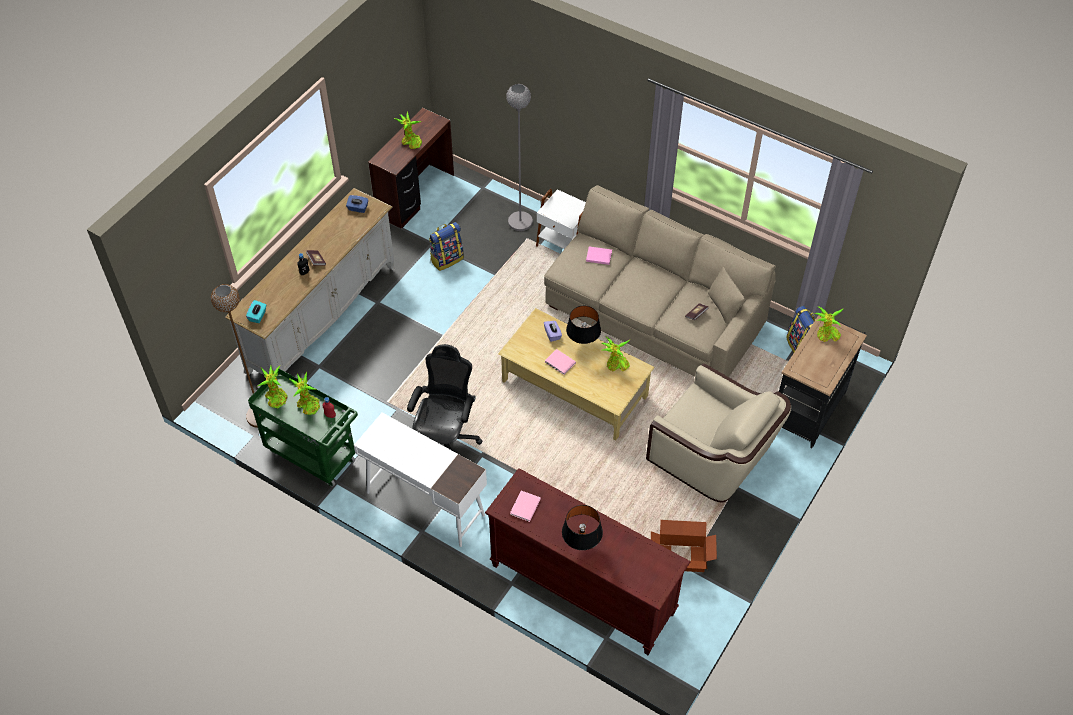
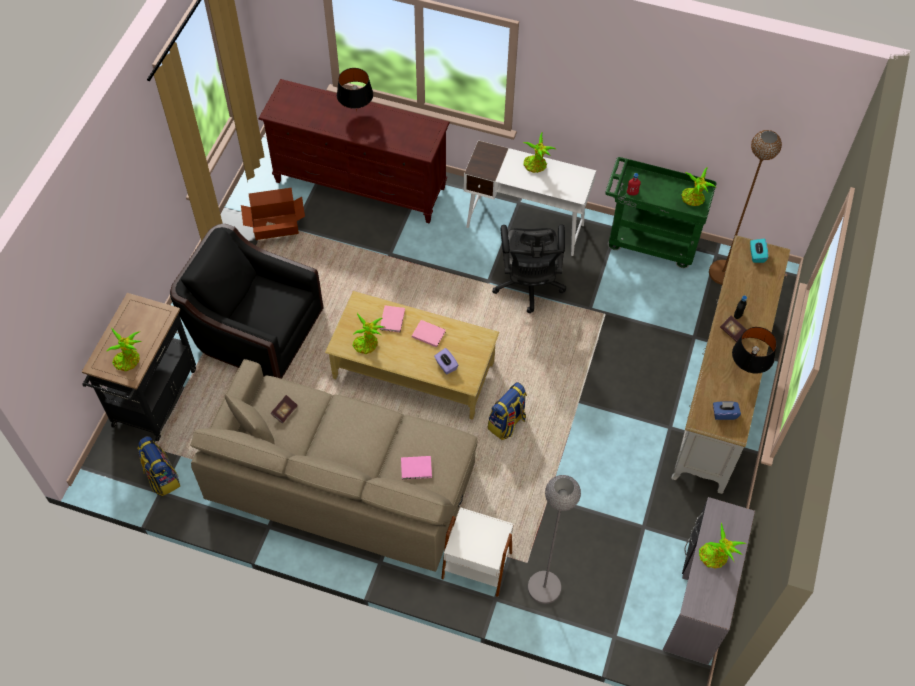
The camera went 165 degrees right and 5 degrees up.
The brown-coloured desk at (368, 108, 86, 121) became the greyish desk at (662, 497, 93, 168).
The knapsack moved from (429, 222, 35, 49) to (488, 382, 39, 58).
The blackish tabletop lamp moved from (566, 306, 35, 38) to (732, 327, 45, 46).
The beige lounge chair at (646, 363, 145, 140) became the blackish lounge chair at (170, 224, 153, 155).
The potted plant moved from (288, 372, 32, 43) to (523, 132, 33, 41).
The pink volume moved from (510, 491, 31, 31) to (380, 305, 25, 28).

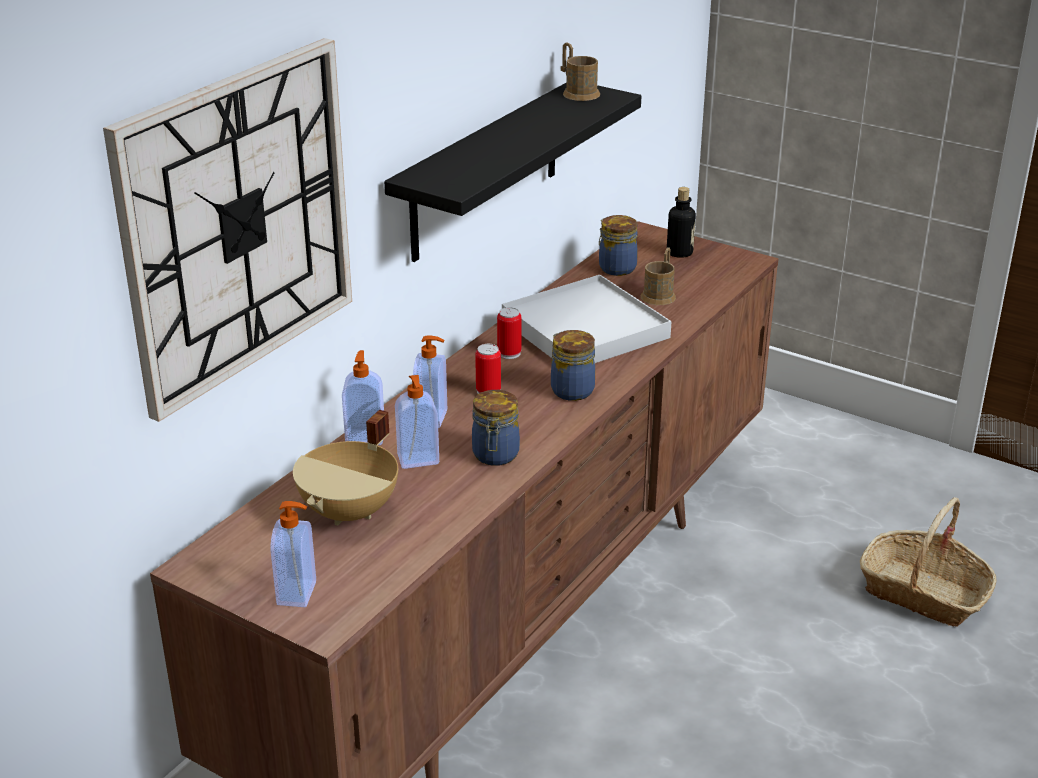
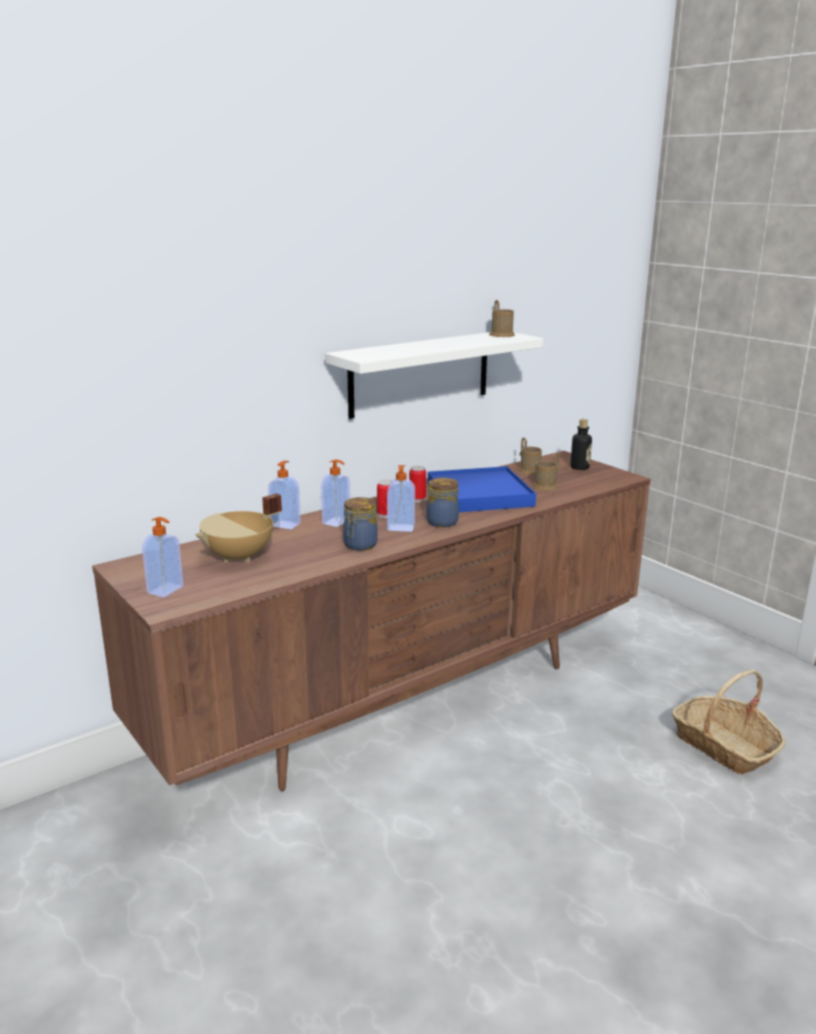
The camera went 20 degrees right and 10 degrees down.
The clock on the wall at (103, 38, 249, 384) disappeared.
The blackish bracket shelf at (384, 83, 257, 179) became the white-coloured bracket shelf at (325, 332, 218, 87).
The jar at (599, 215, 39, 61) was replaced by the brown-coloured tea mug at (518, 437, 24, 38).
The white-coloured tray at (502, 275, 170, 88) became the bluish tray at (428, 466, 108, 46).
The liquid soap bottle moved from (395, 375, 44, 94) to (387, 465, 28, 67).

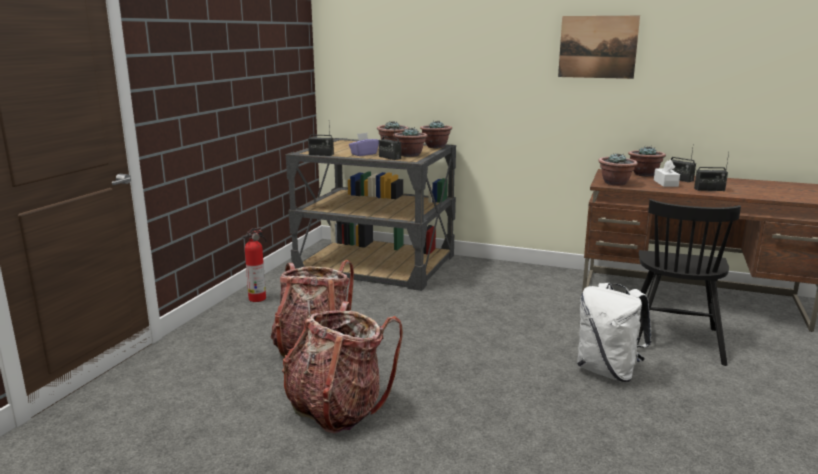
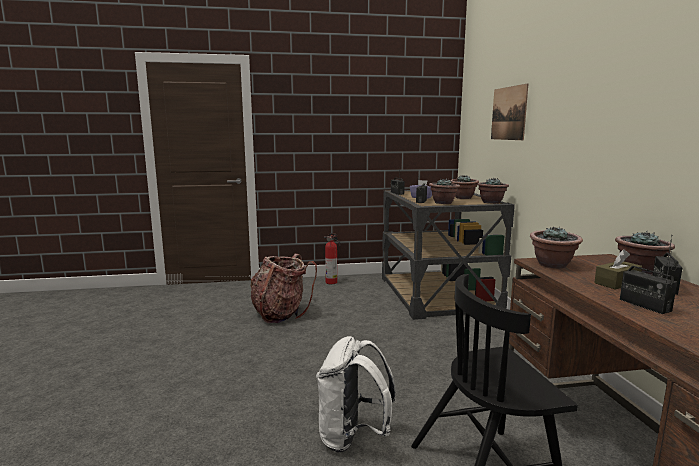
The camera went 60 degrees right and 5 degrees down.
The wall picture moved from (558, 16, 82, 63) to (491, 83, 38, 57).
The white-coloured tissue holder at (654, 160, 26, 27) became the brown-coloured tissue holder at (594, 249, 48, 41).
The knapsack at (282, 301, 121, 133) disappeared.

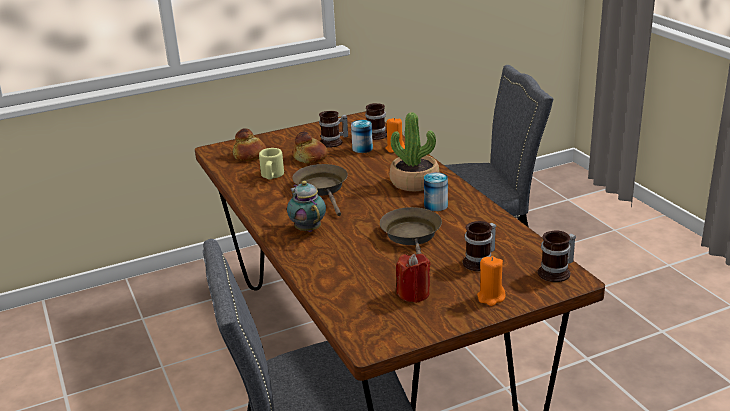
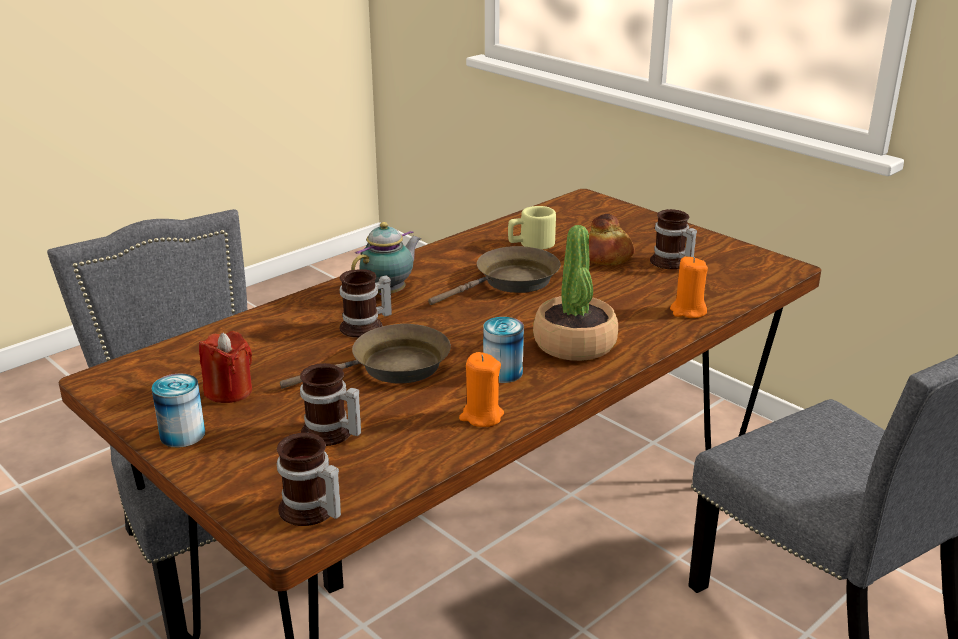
The camera went 70 degrees right and 0 degrees up.
The tea mug moved from (365, 103, 22, 37) to (339, 269, 53, 69).
The metal can moved from (351, 120, 22, 33) to (152, 374, 53, 74).
The bread at (233, 128, 33, 33) disappeared.
The orange wax candle moved from (477, 256, 29, 50) to (459, 352, 45, 75).

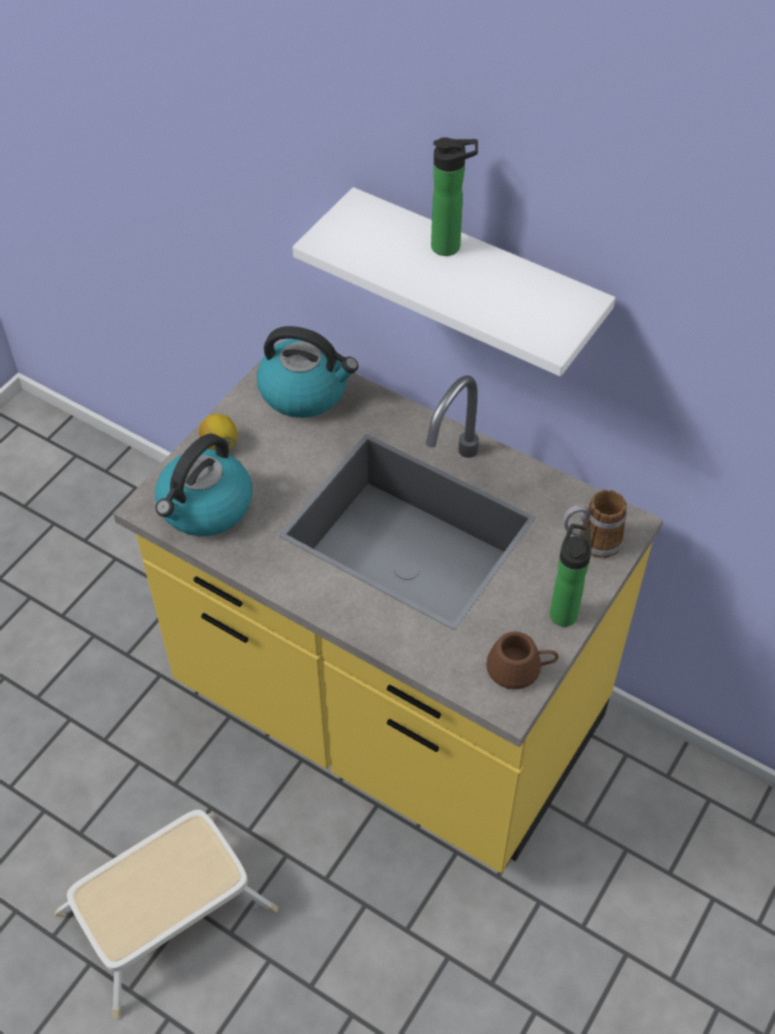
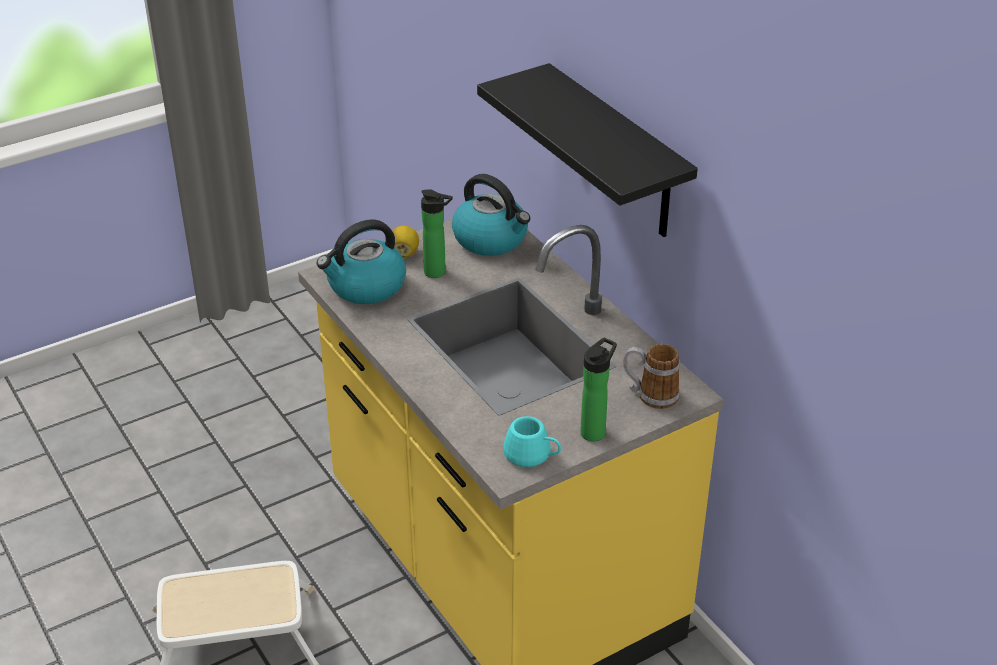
The camera went 25 degrees right and 15 degrees down.
The drink bottle moved from (431, 137, 47, 119) to (421, 189, 32, 89).
The white-coloured bracket shelf at (293, 187, 322, 190) became the blackish bracket shelf at (477, 63, 221, 174).
The brown-coloured tea mug at (486, 631, 72, 59) became the turquoise-coloured tea mug at (503, 416, 58, 51).

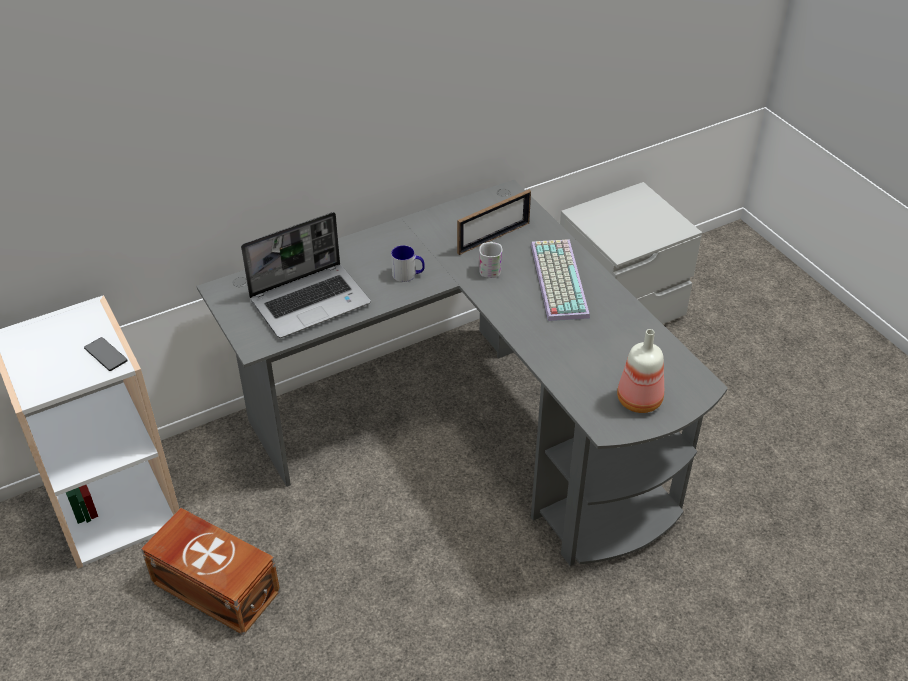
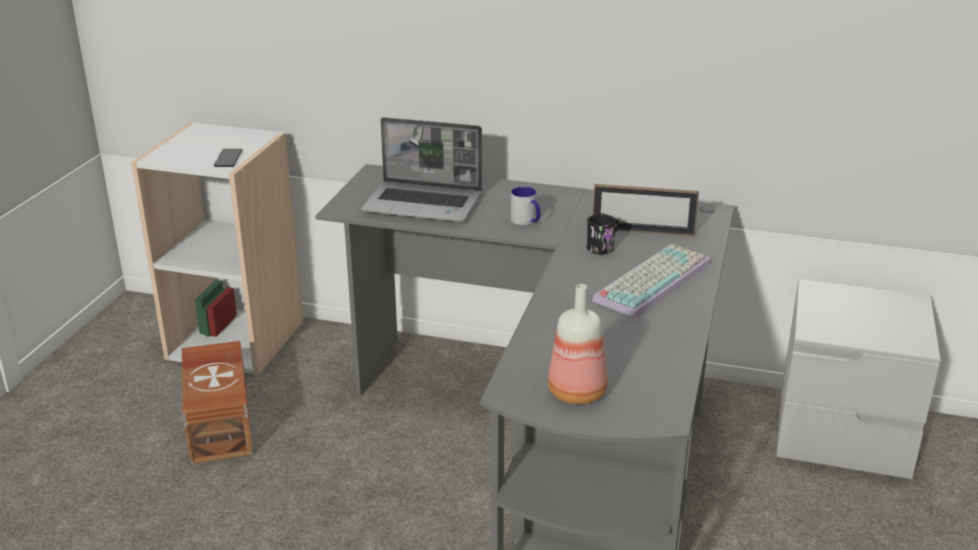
The camera went 45 degrees right and 15 degrees down.
The white-coloured tea mug at (479, 242, 23, 36) became the blackish tea mug at (587, 213, 32, 42).

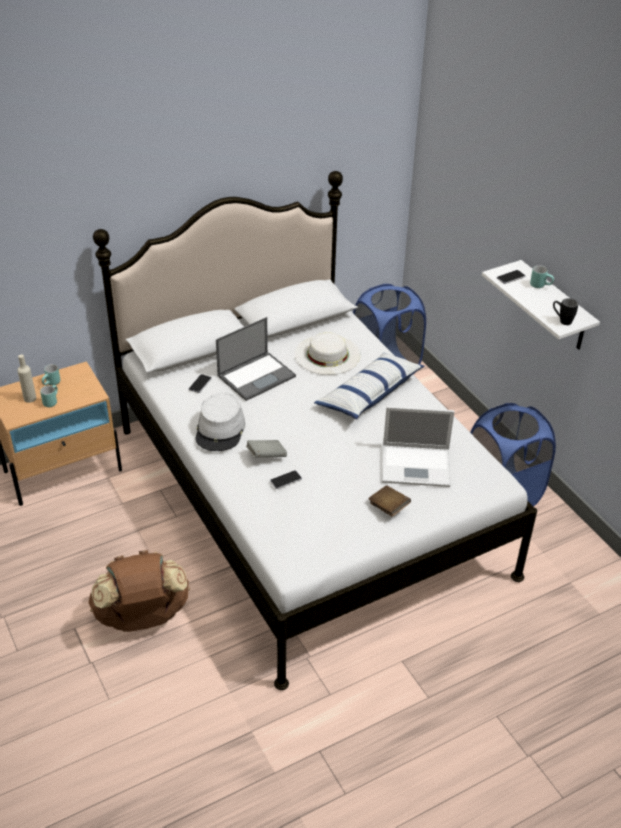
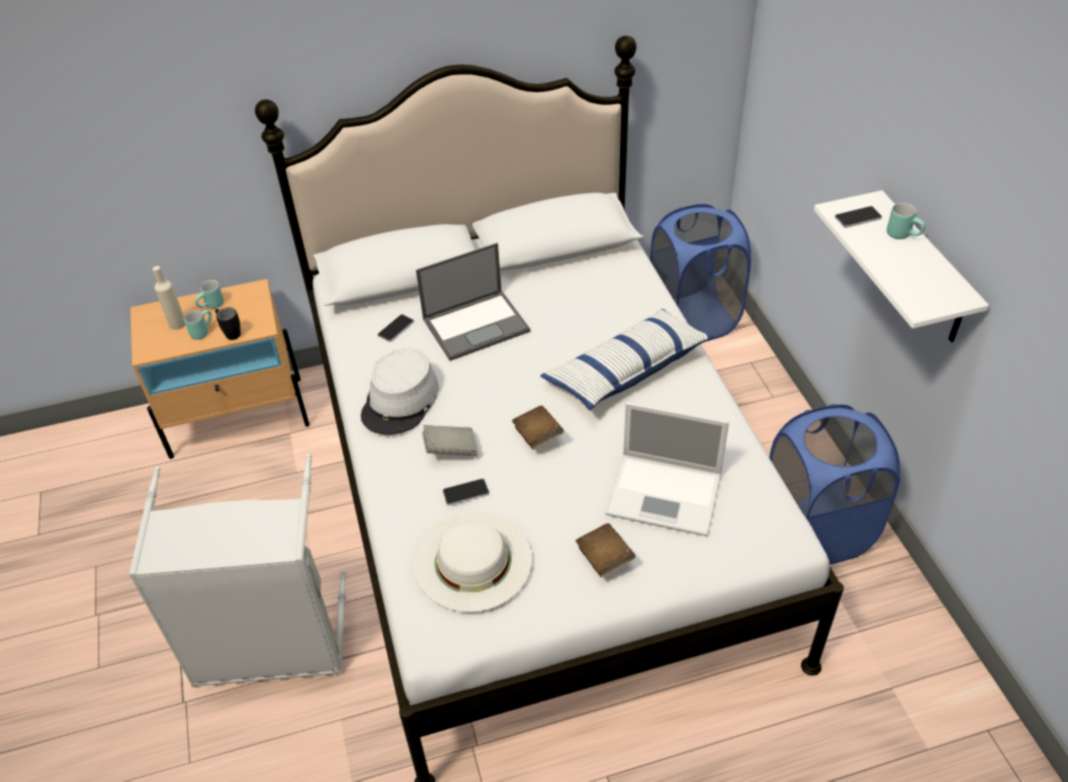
The camera went 15 degrees right and 5 degrees up.
The blackish tea mug moved from (553, 298, 25, 27) to (215, 307, 25, 33).
The white-coloured hat moved from (295, 332, 65, 43) to (414, 513, 118, 99).
The brown-coloured knapsack at (88, 550, 102, 82) was replaced by the greyish laundry basket at (129, 454, 217, 233).
The brown-coloured volume at (512, 406, 52, 43) appeared.

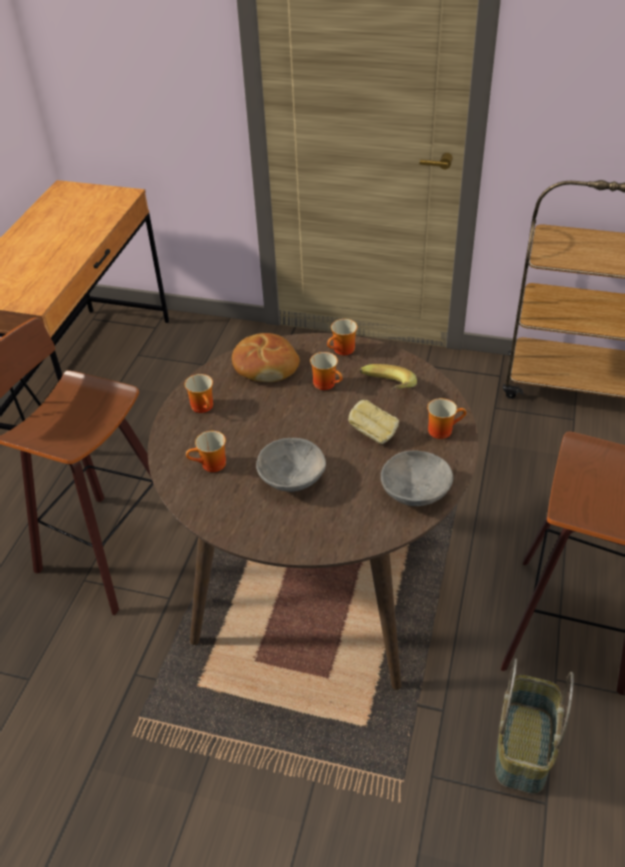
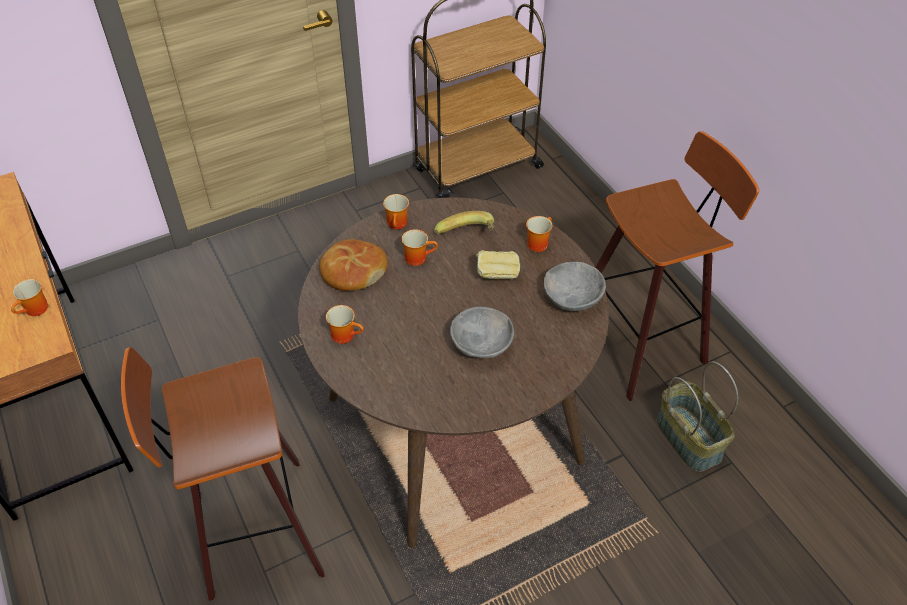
The camera went 45 degrees left and 5 degrees up.
The tea mug moved from (186, 431, 40, 41) to (11, 279, 37, 37).

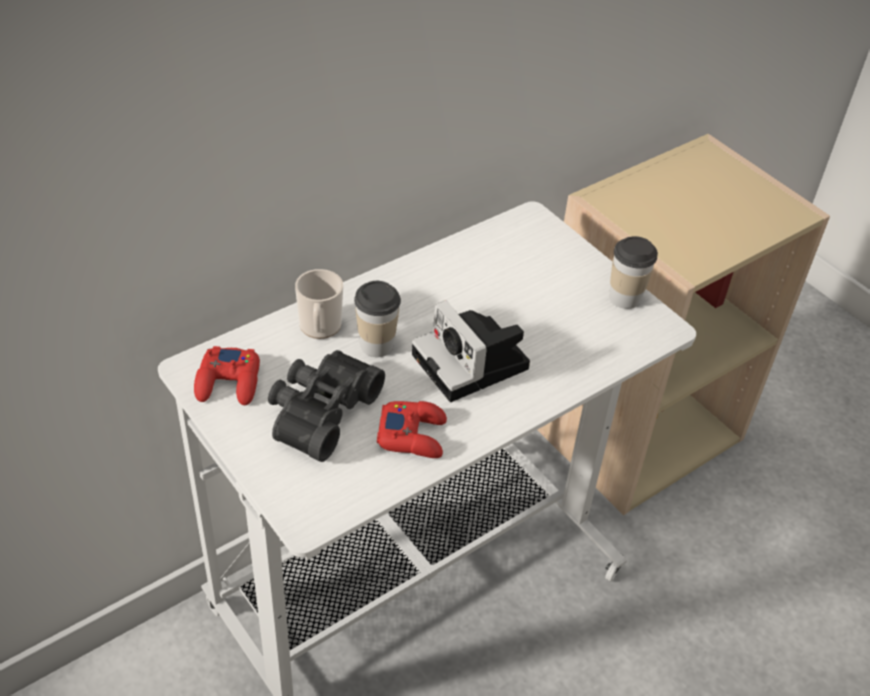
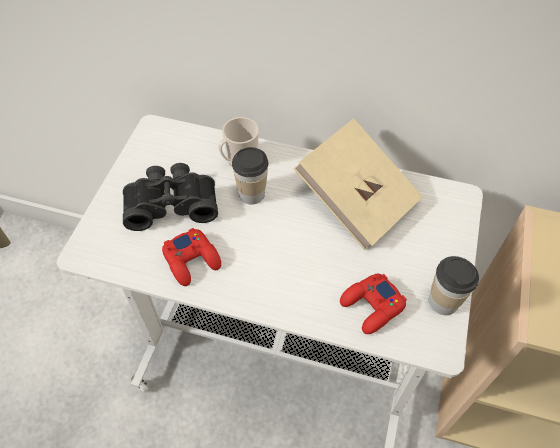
The camera went 55 degrees right and 10 degrees up.
The still camera at (412, 300, 118, 102) disappeared.
The reddish gamepad moved from (194, 346, 66, 59) to (340, 274, 67, 60).
The beige volume at (294, 119, 129, 131) appeared.

